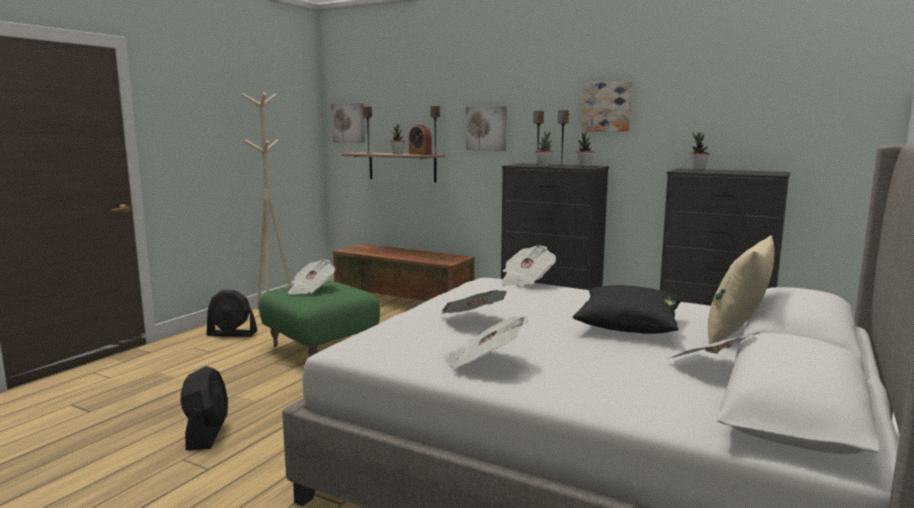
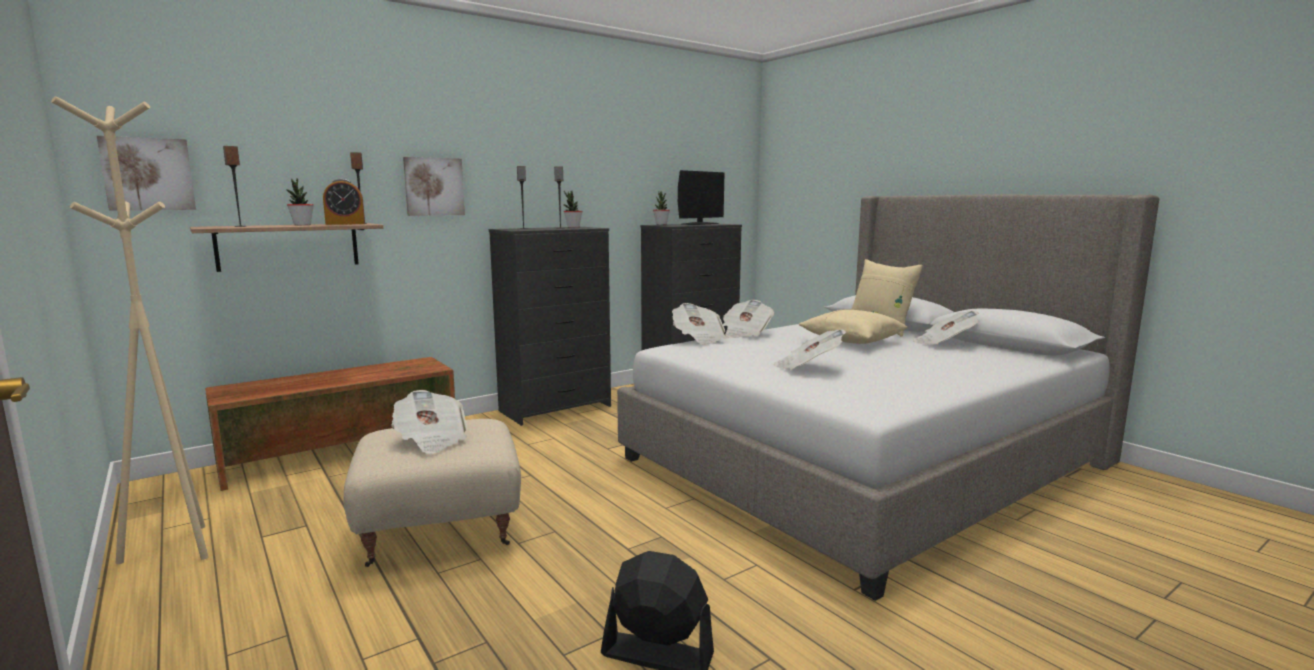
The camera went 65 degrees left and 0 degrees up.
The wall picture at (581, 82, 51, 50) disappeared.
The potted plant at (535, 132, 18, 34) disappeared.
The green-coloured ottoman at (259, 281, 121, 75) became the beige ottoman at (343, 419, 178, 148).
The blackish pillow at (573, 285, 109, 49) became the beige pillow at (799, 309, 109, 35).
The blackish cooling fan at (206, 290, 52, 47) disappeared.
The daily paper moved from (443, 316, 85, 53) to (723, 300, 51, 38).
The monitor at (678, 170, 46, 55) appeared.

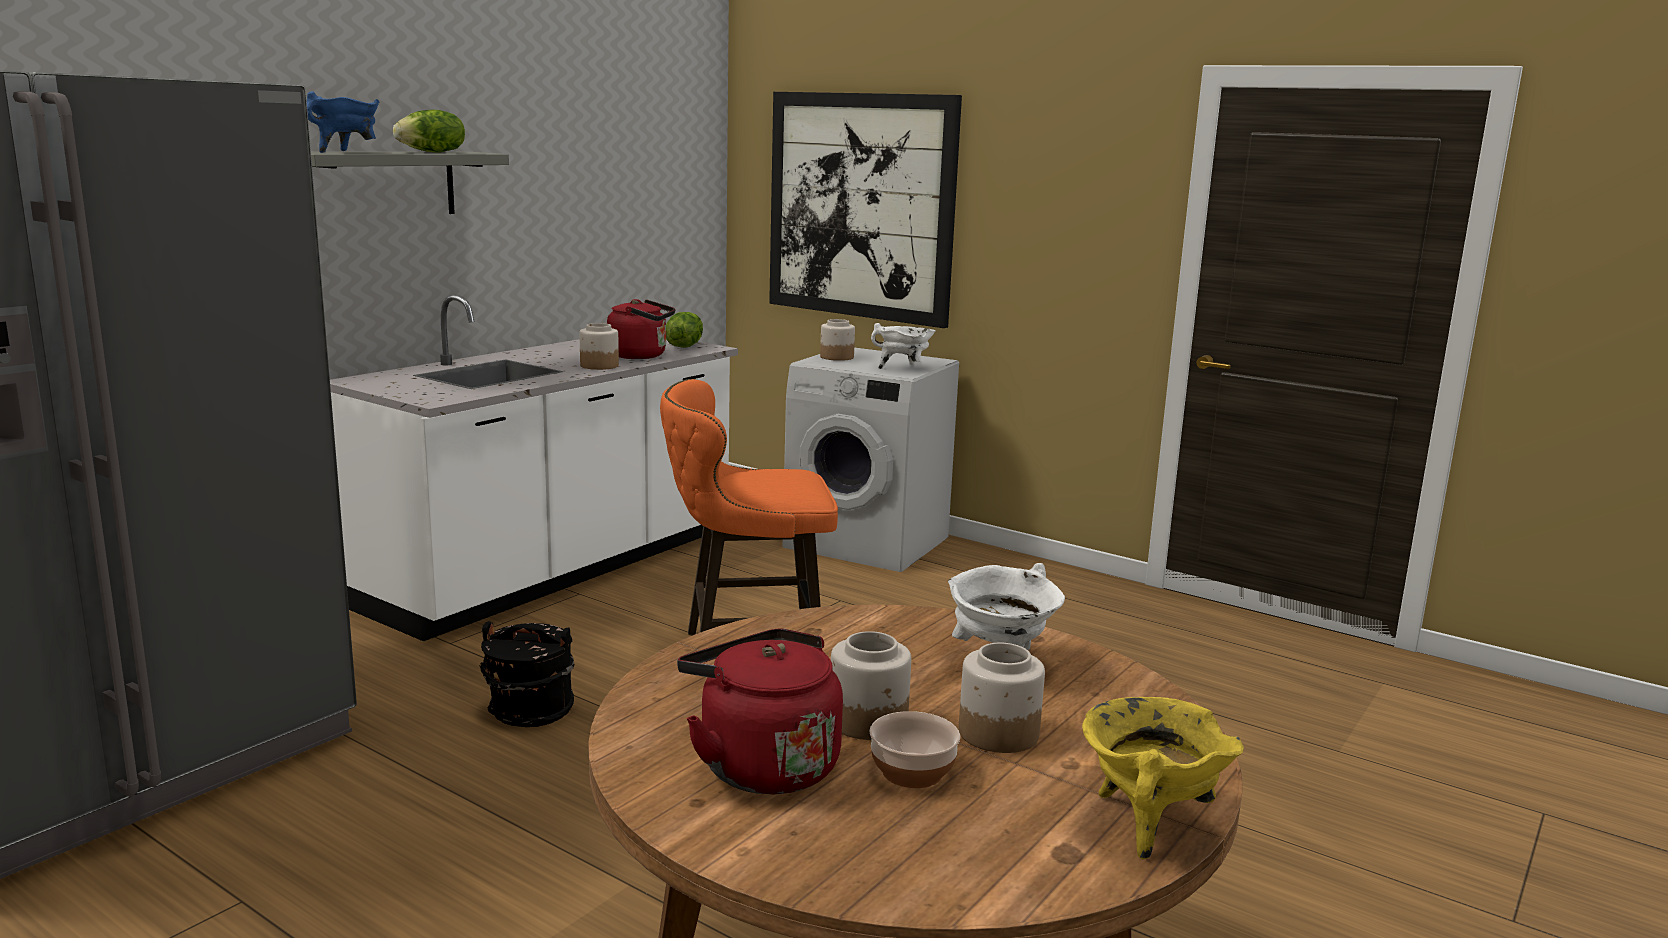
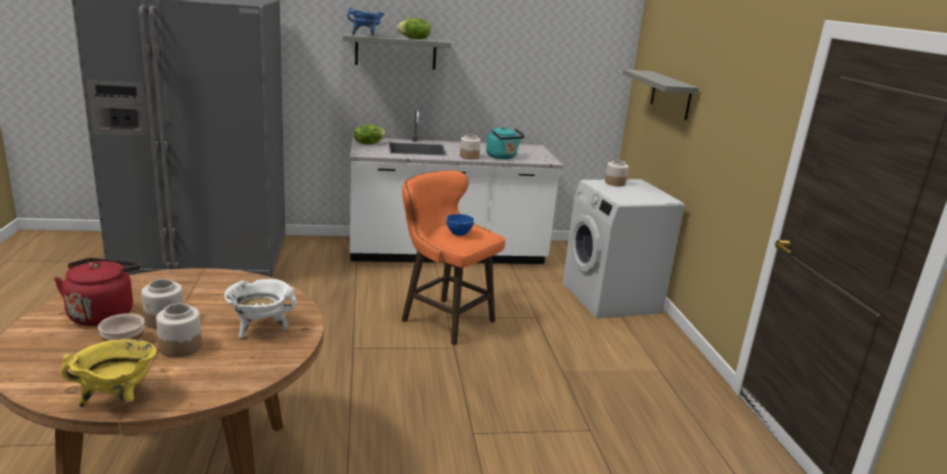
The camera went 45 degrees right and 5 degrees up.
The wall picture at (769, 92, 193, 236) was replaced by the greyish bracket shelf at (623, 69, 76, 51).
The reddish water kettle at (607, 299, 68, 60) became the turquoise-coloured water kettle at (486, 126, 39, 33).
The lettuce head moved from (666, 312, 37, 36) to (354, 125, 32, 19).
The white-coloured saucepot at (871, 323, 65, 46) disappeared.
The blackish pail at (480, 621, 95, 106) disappeared.
The bluish deep dish at (446, 214, 28, 22) appeared.

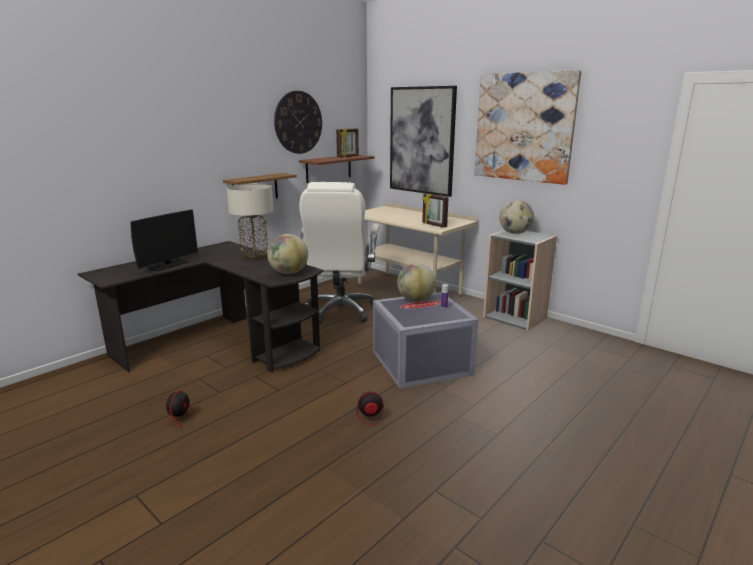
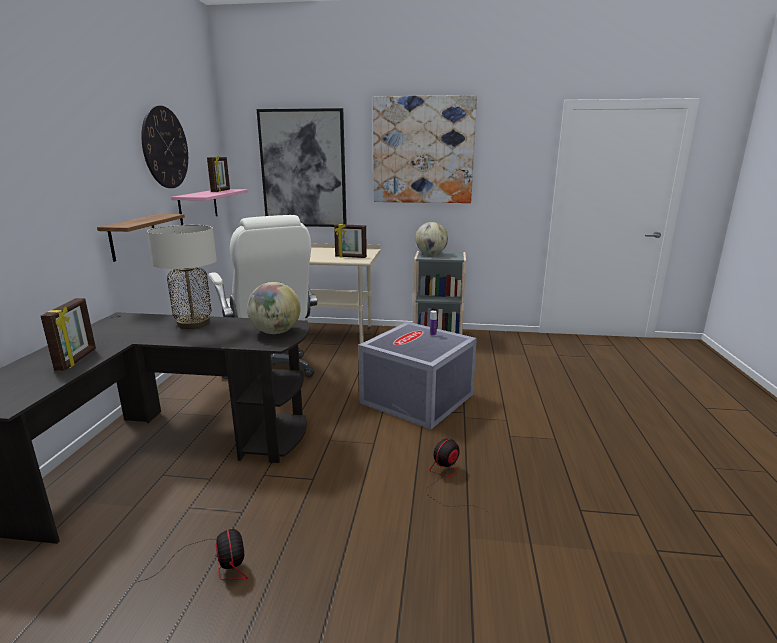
The camera went 35 degrees left and 0 degrees up.
The brown-coloured bracket shelf at (299, 155, 76, 28) became the pink bracket shelf at (171, 189, 77, 36).
The monitor at (130, 210, 68, 61) was replaced by the picture frame at (41, 298, 55, 73).
The world globe at (397, 263, 39, 39) disappeared.

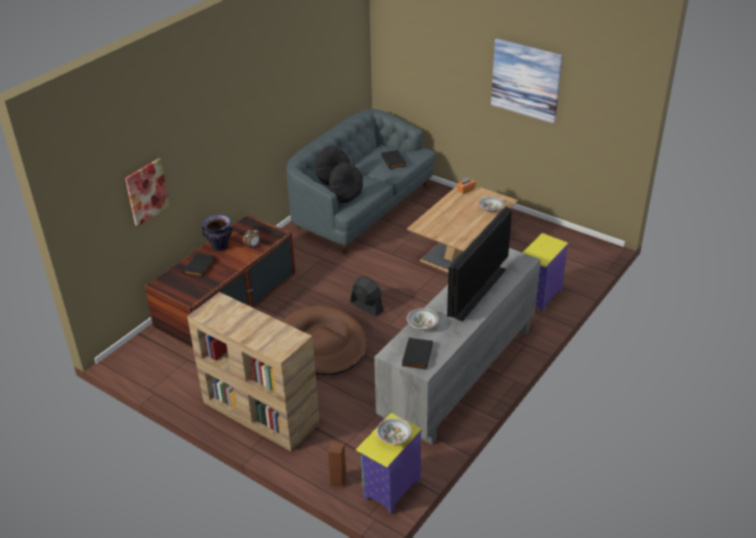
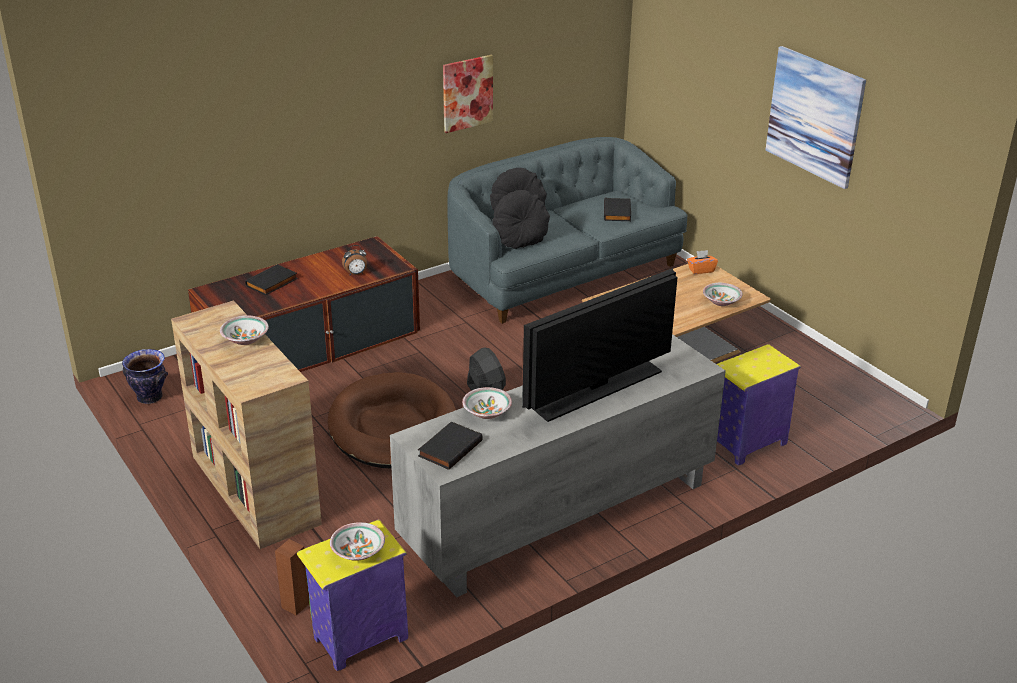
The camera went 20 degrees right and 5 degrees down.
The wall picture moved from (125, 158, 45, 69) to (443, 55, 50, 78).
The vase moved from (202, 215, 31, 37) to (122, 349, 46, 55).
The deep dish at (220, 315, 49, 30) appeared.

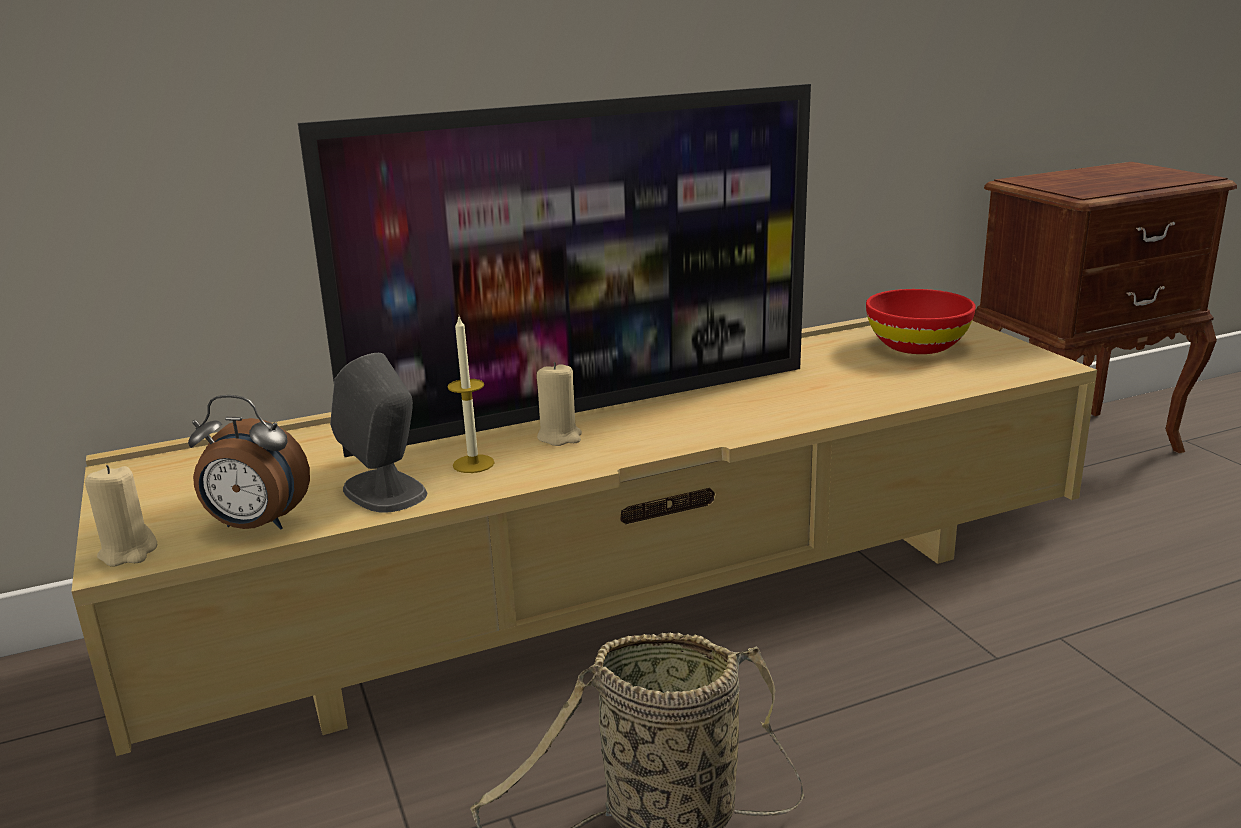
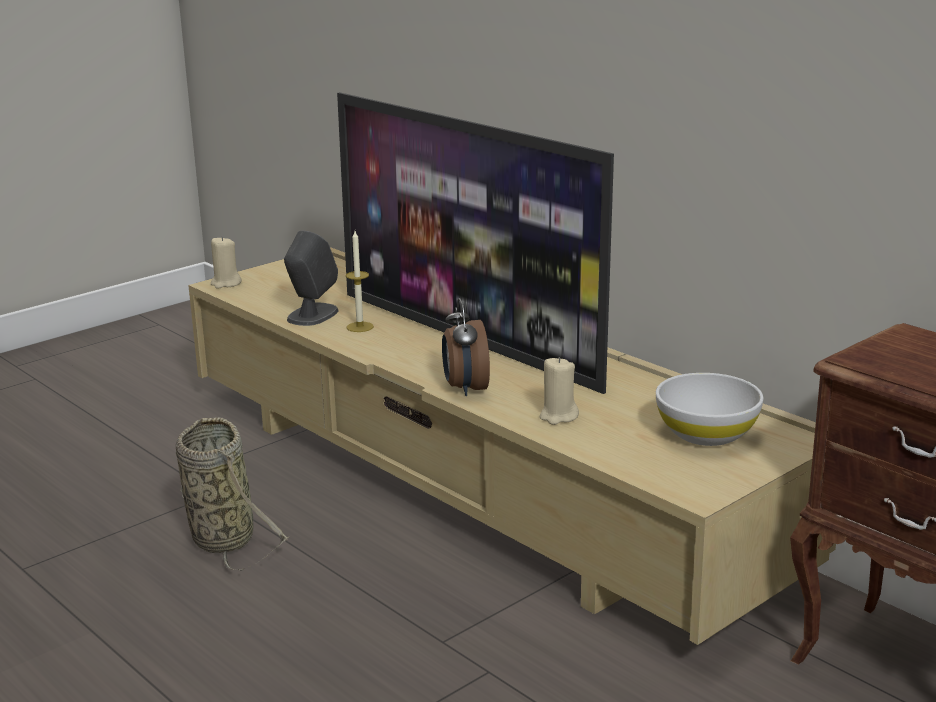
The camera went 70 degrees right and 0 degrees up.
The reddish deep dish at (866, 289, 110, 65) became the white-coloured deep dish at (656, 373, 107, 73).
The beige wax candle moved from (537, 362, 45, 84) to (540, 357, 39, 68).
The bedside clock moved from (188, 395, 122, 134) to (442, 298, 48, 98).

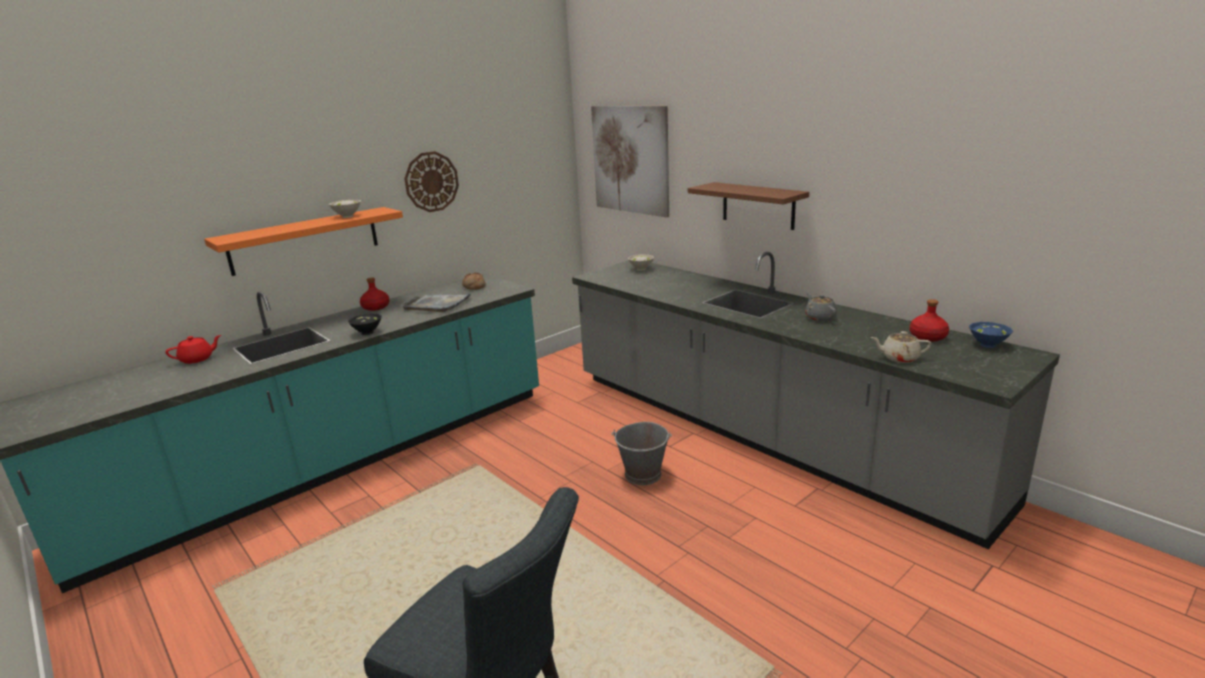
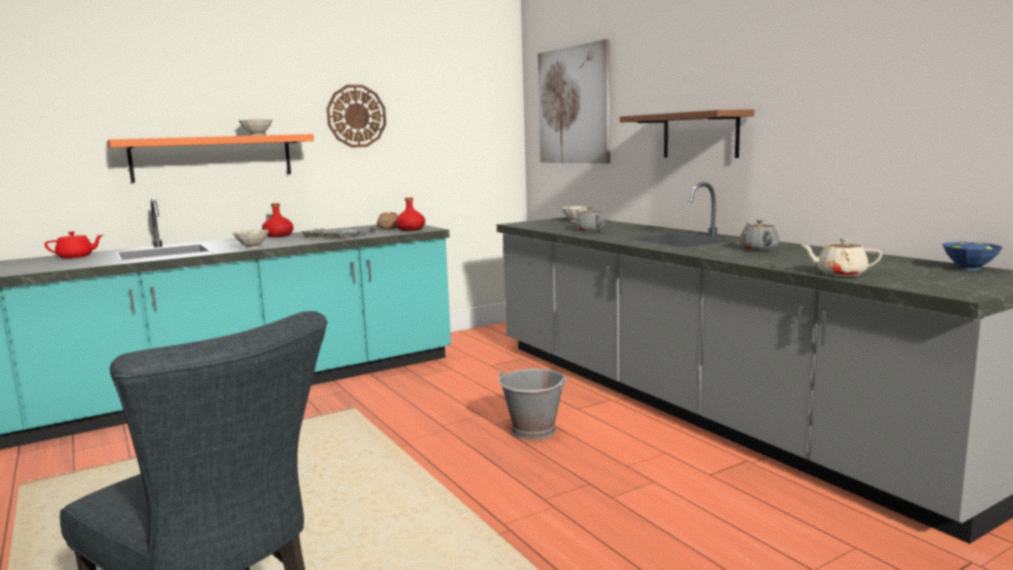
The camera went 10 degrees right and 10 degrees down.
The reddish drink bottle moved from (909, 299, 40, 43) to (395, 197, 30, 34).
The blackish deep dish at (348, 313, 34, 22) became the white-coloured deep dish at (233, 229, 36, 20).
The greyish tea pot at (575, 207, 30, 25) appeared.

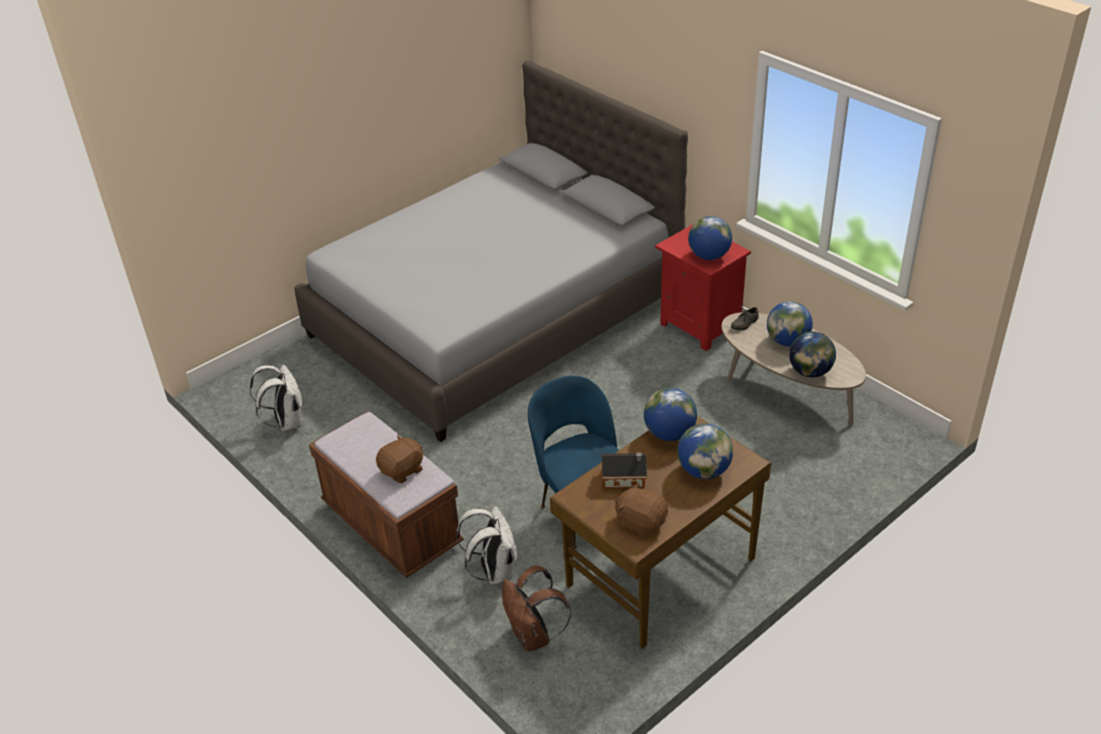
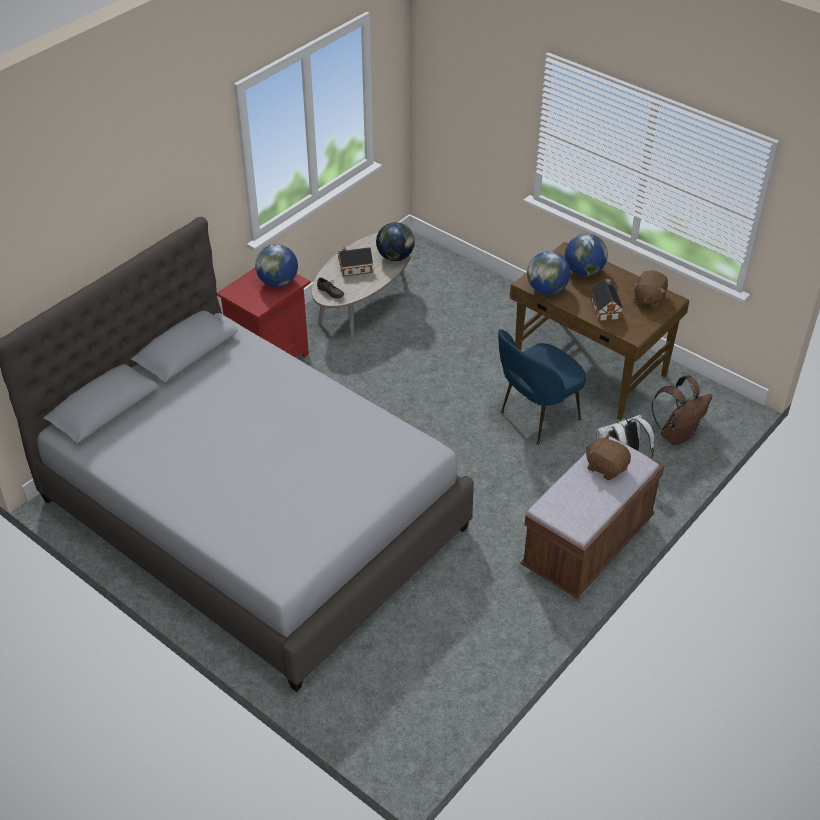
The camera went 100 degrees left and 5 degrees up.
The world globe at (767, 301, 46, 45) was replaced by the miniature house at (338, 246, 35, 31).
The white-coloured knapsack at (250, 365, 52, 67) disappeared.

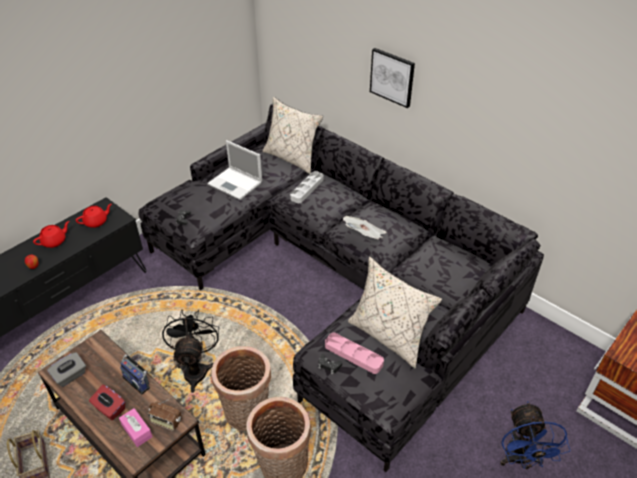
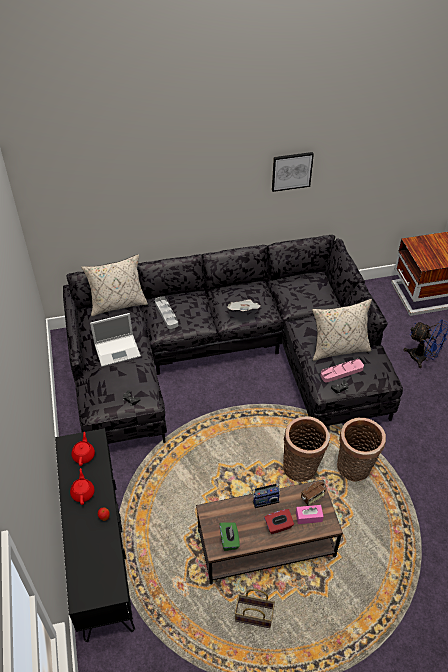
The camera went 55 degrees left and 5 degrees up.
The wall picture moved from (370, 48, 45, 60) to (272, 152, 42, 40).
The blackish cooling fan at (162, 310, 57, 83) disappeared.
The greyish tissue holder at (47, 352, 39, 35) became the green-coloured tissue holder at (219, 523, 21, 28).

